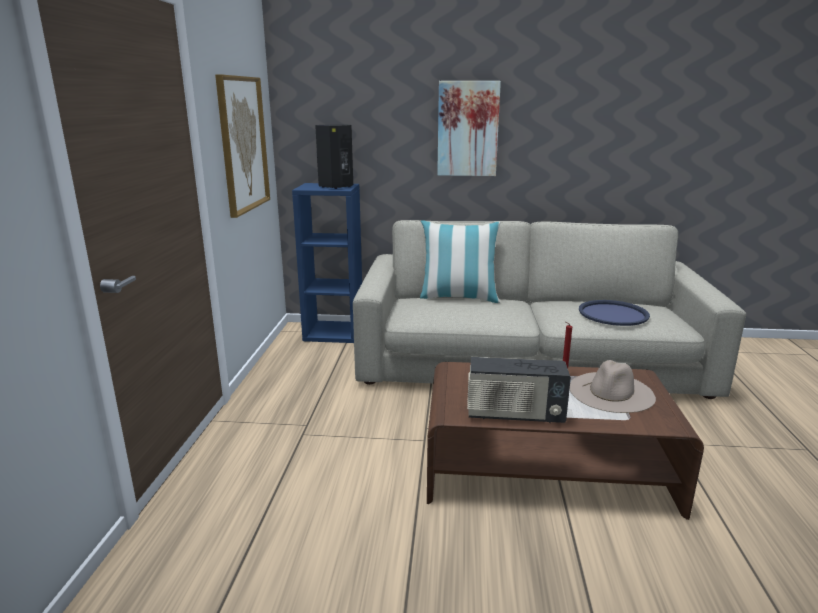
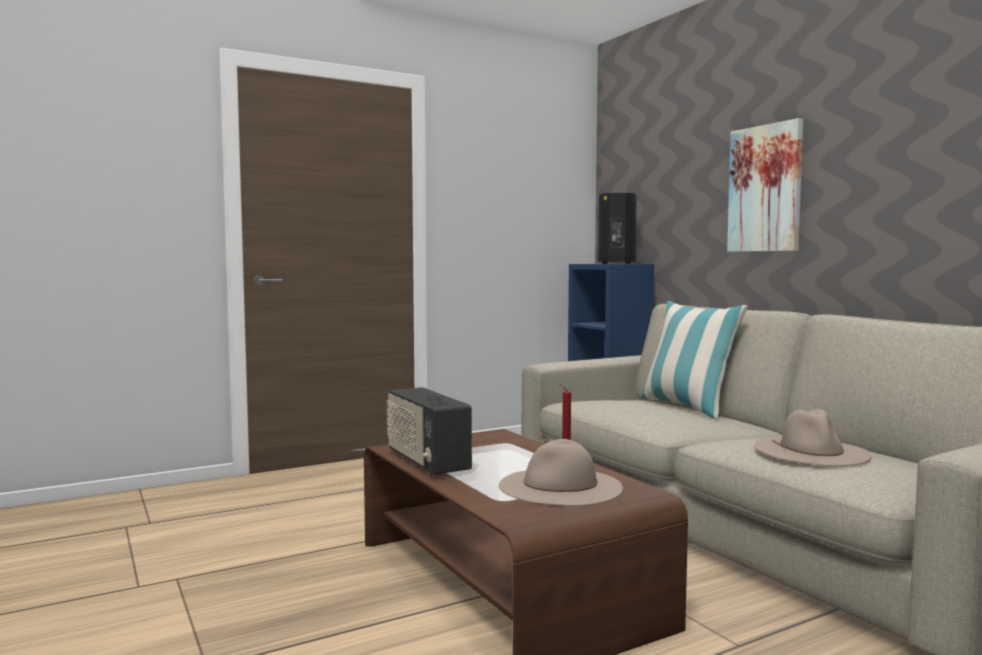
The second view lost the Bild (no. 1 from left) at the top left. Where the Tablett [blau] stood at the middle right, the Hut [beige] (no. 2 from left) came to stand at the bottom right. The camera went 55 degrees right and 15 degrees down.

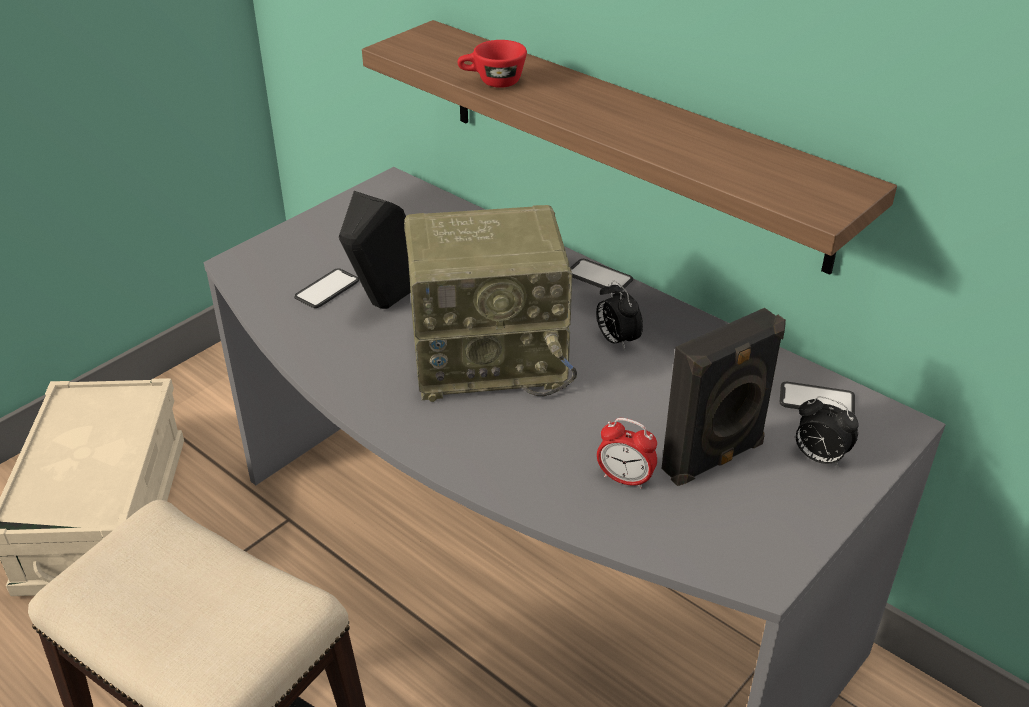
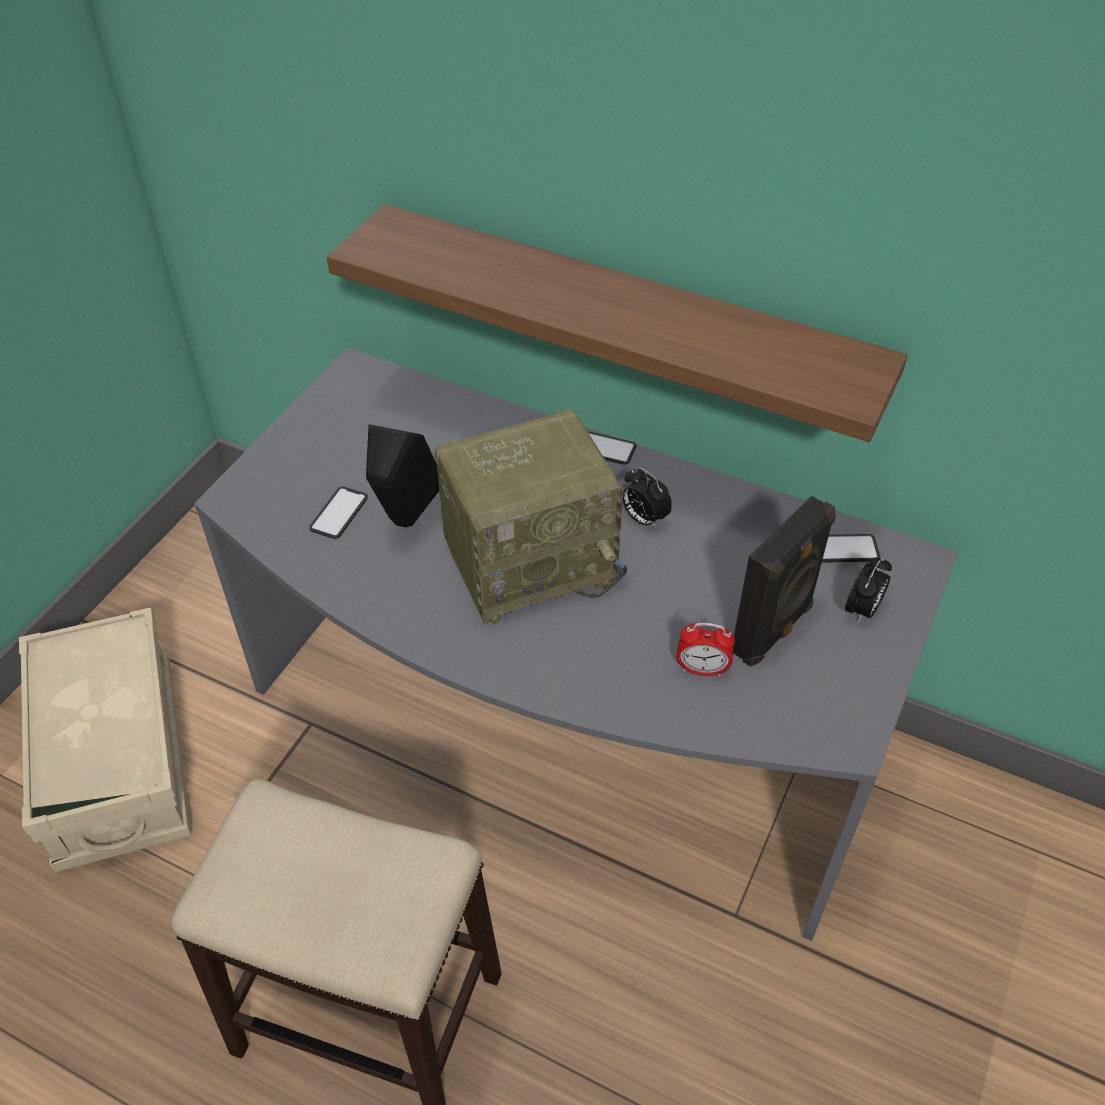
The second view lost the Tasse [rot] at the top centre. The Wecker (no. 3 from left) at the middle right ended up facing another way, 75 degrees counterclockwise from before. The camera went 15 degrees left and 10 degrees up.

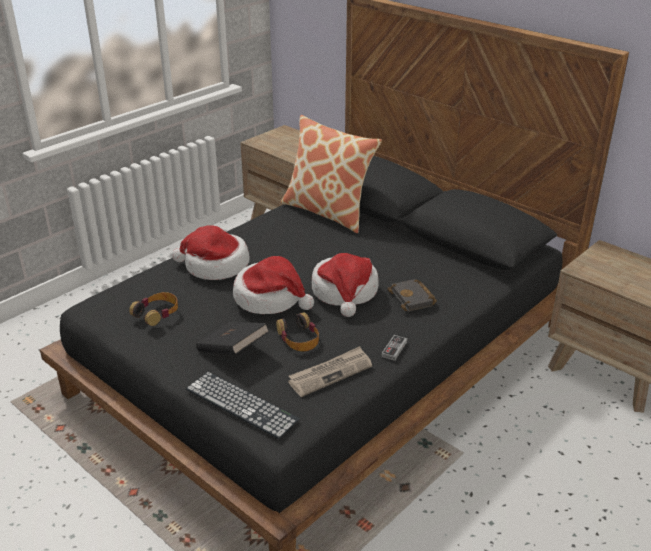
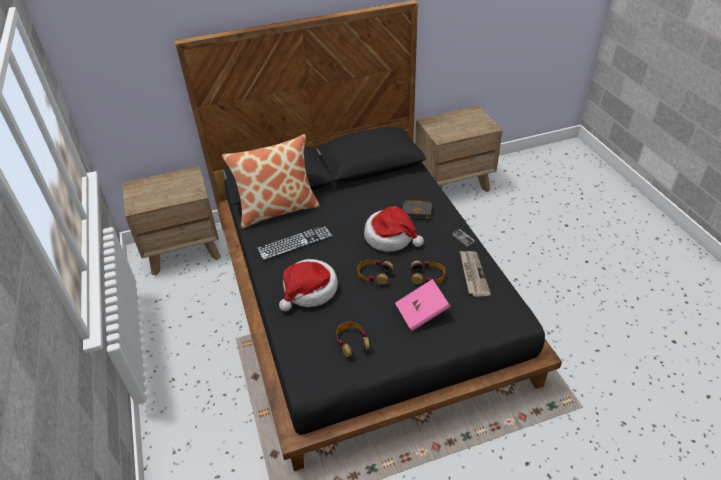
The Tastatur ended up elsewhere, having gone from the bottom centre to the centre. Where the Hut (no. 2 from left) stood at the centre, the Kopfhörer (no. 2 from left) came to stand at the centre. What was the Buch [schwarz] (no. 1 from left) at the centre turned into the Buch [rosa] at the centre. The camera went 60 degrees left and 10 degrees up.

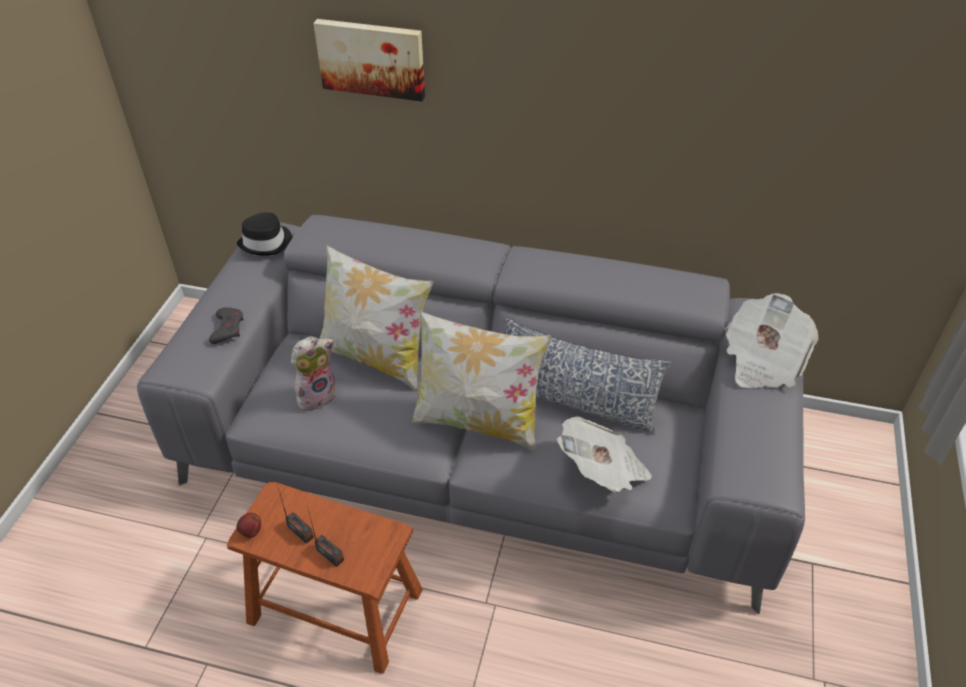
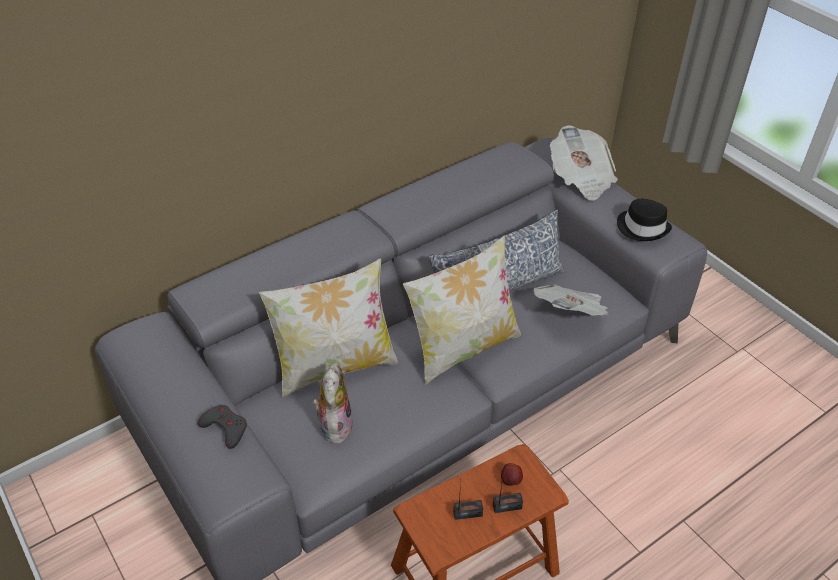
The second view lost the Bild at the top centre. The Hut [schwarz] ended up elsewhere, having gone from the middle left to the middle right. The Apfel ended up elsewhere, having gone from the bottom left to the bottom centre. The camera went 50 degrees left and 0 degrees up.

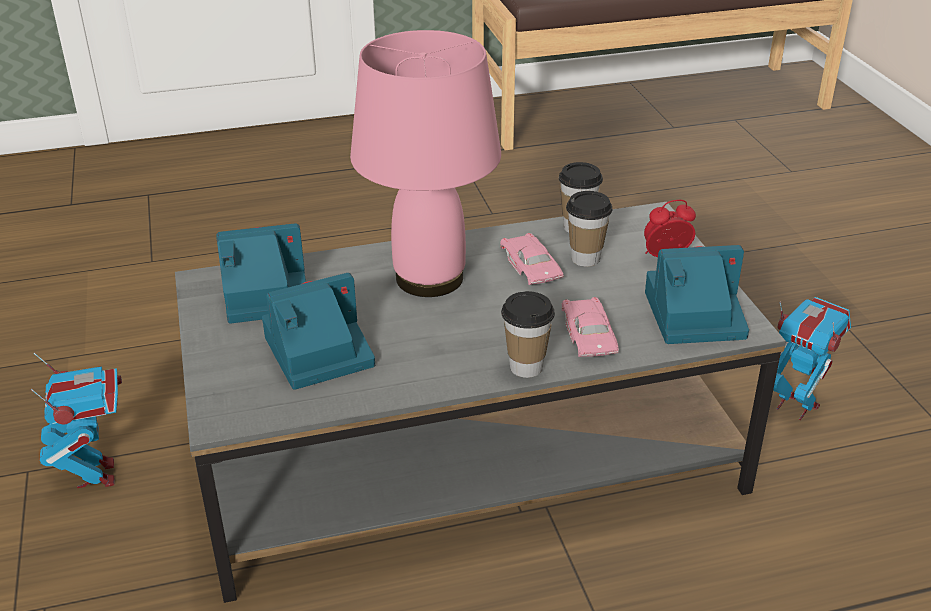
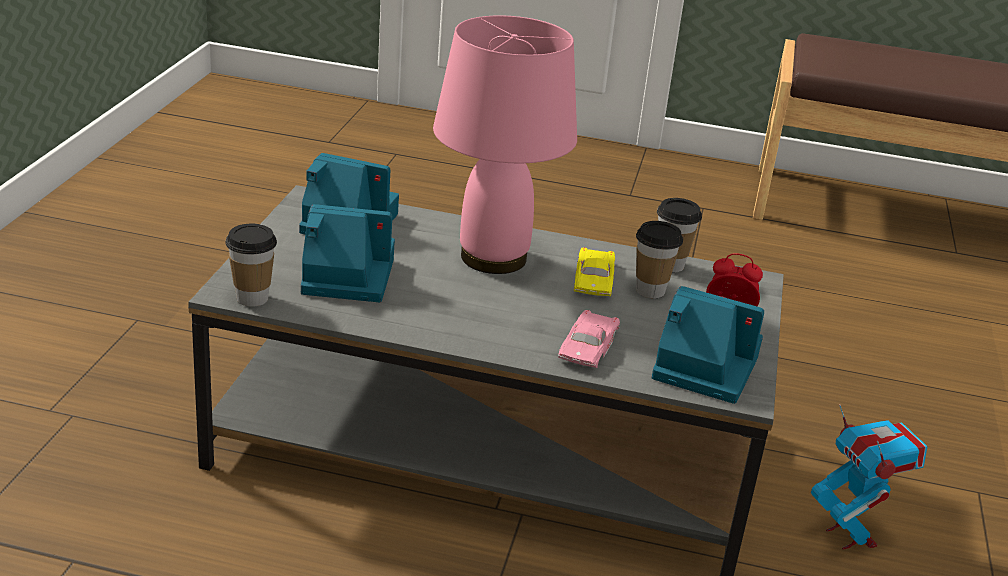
The second view lost the Spielzeugroboter (no. 1 from left) at the bottom left. The Tasse (no. 1 from left) ended up elsewhere, having gone from the centre to the middle left. What was the Spielzeugauto [rosa] (no. 1 from left) at the centre turned into the Spielzeugauto [gelb] at the centre. The camera went 25 degrees right and 5 degrees down.

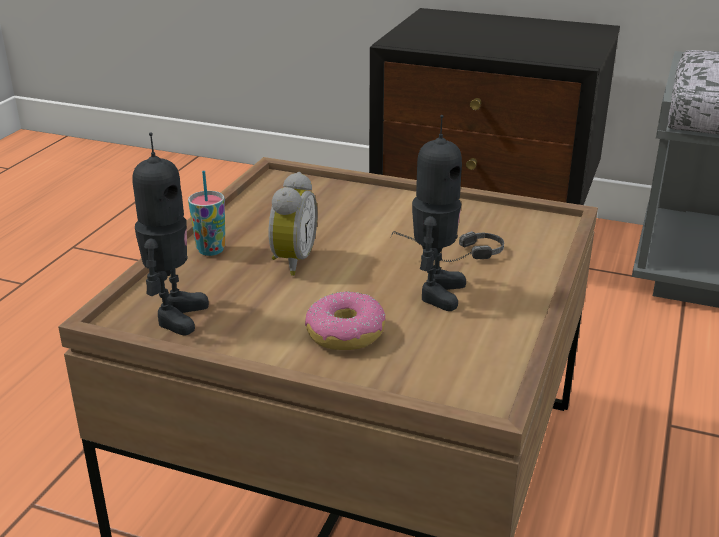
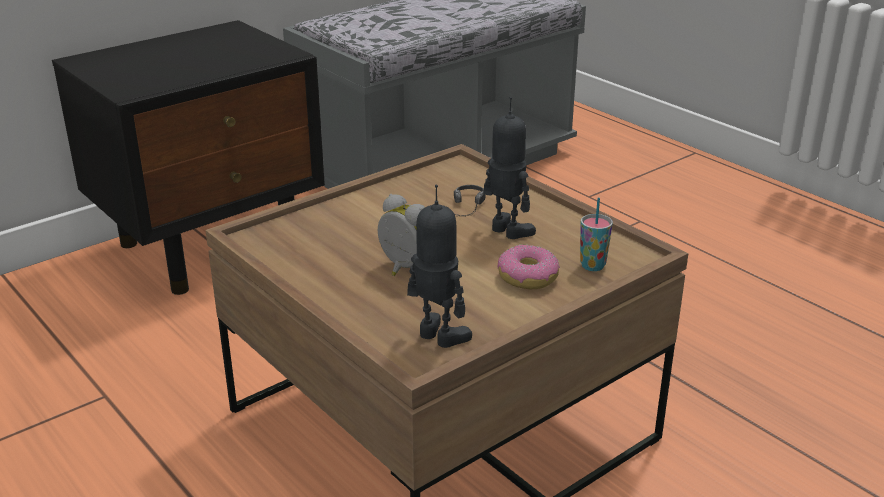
The Tasse ended up elsewhere, having gone from the middle left to the middle right. The camera went 60 degrees left and 0 degrees up.

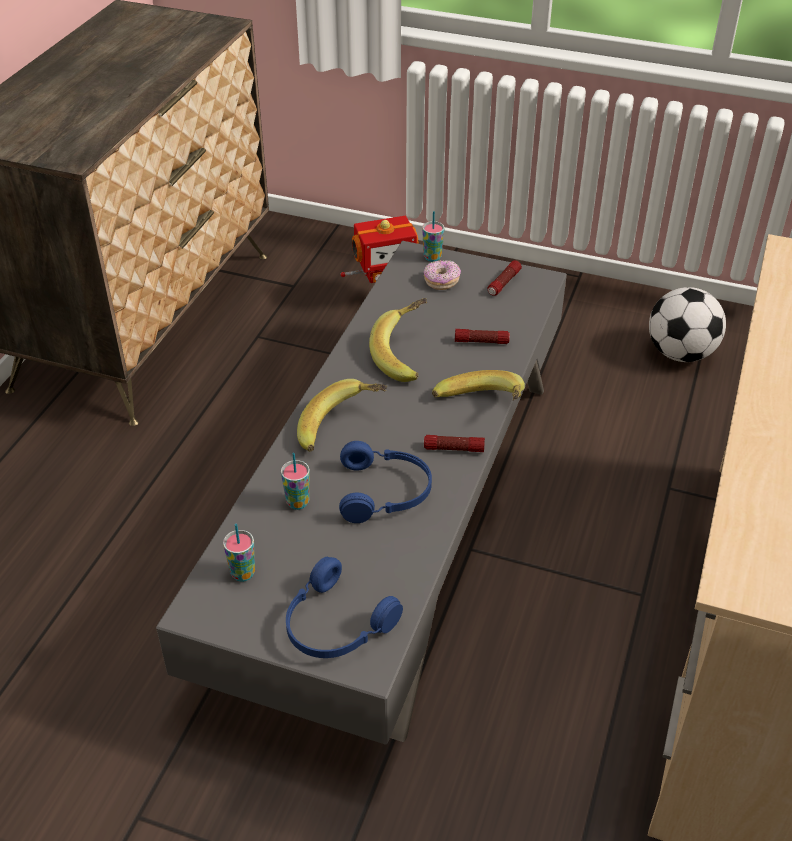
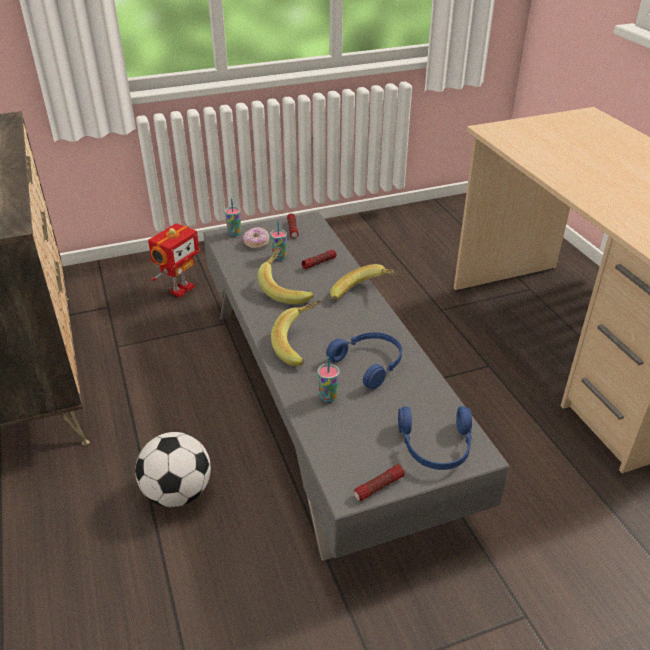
The Tasse (no. 1 from left in the first image) ended up elsewhere, having gone from the middle left to the centre. The Taschenlampe (no. 1 from left in the first image) ended up elsewhere, having gone from the centre to the bottom centre. The Fußball ended up elsewhere, having gone from the middle right to the bottom left. The camera went 40 degrees left and 5 degrees down.

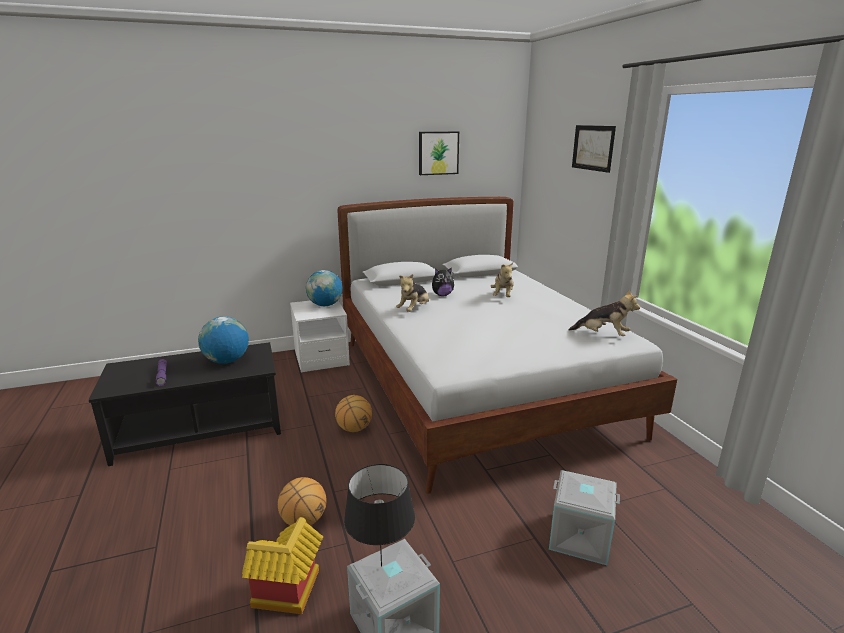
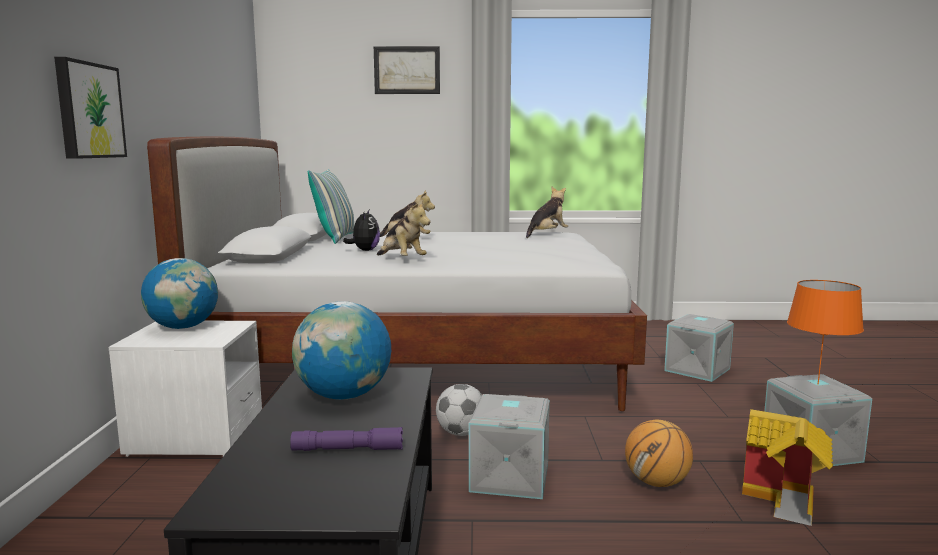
The second view gained the Kissen at the centre. The second view gained the Aufbewahrungsbox [grau] (no. 1 from left) at the bottom centre. The Bild (no. 1 from left) ended up elsewhere, having gone from the top centre to the top left. Where the Basketball (no. 2 from left) stood at the centre, the Fußball came to stand at the bottom centre. What was the Tischlampe [schwarz] at the bottom centre turned into the Tischlampe [orange] at the middle right. The camera went 70 degrees left and 10 degrees down.

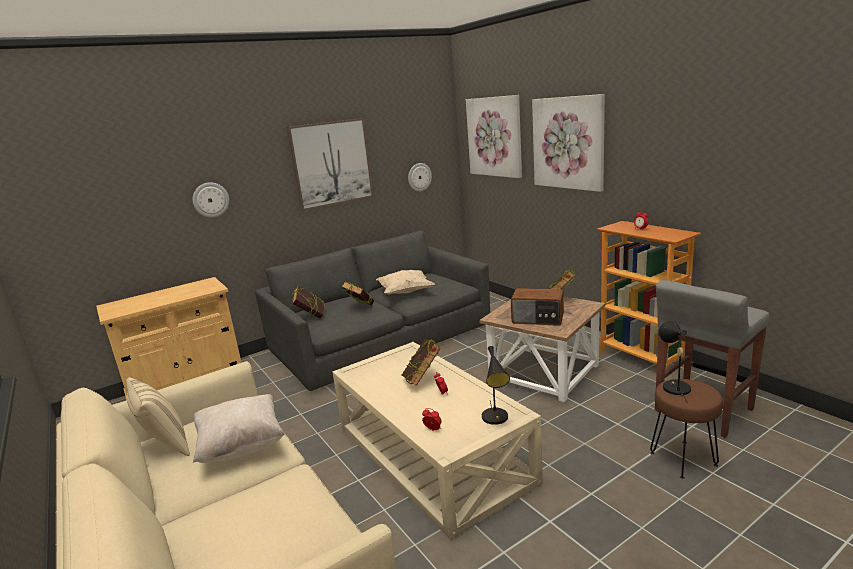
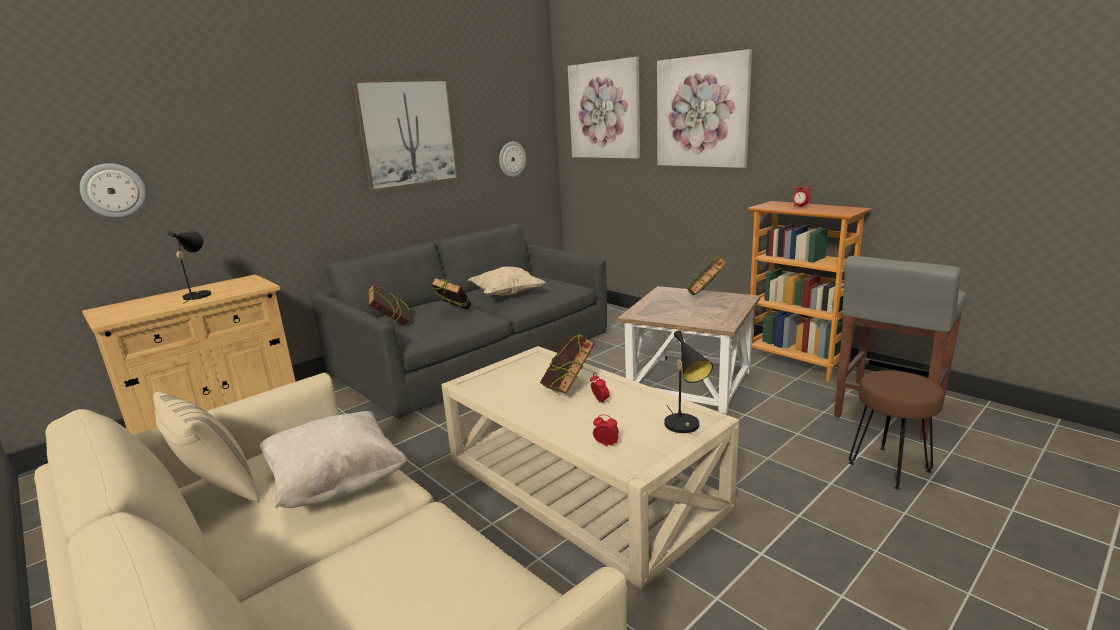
The second view lost the Radio at the centre. The Wanduhr (no. 1 from left) ended up elsewhere, having gone from the middle left to the top left. The Tischlampe [schwarz] (no. 2 from left in the first image) ended up elsewhere, having gone from the middle right to the middle left. The camera went 10 degrees left and 0 degrees up.

